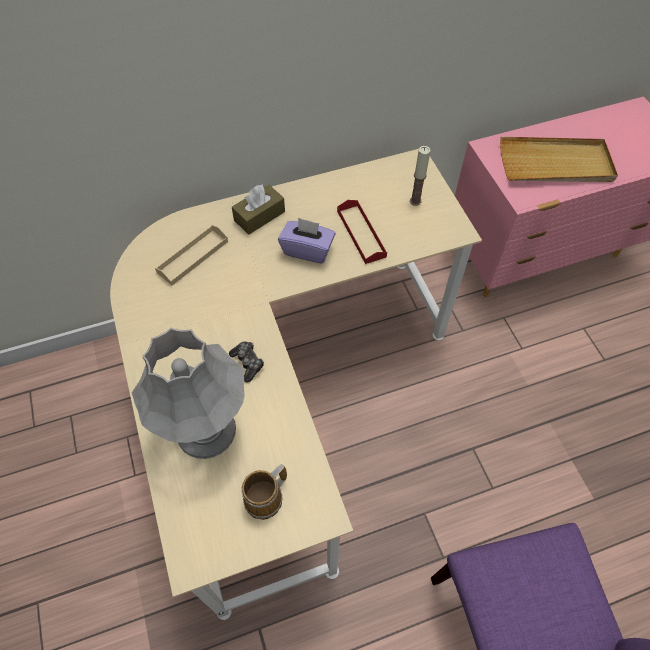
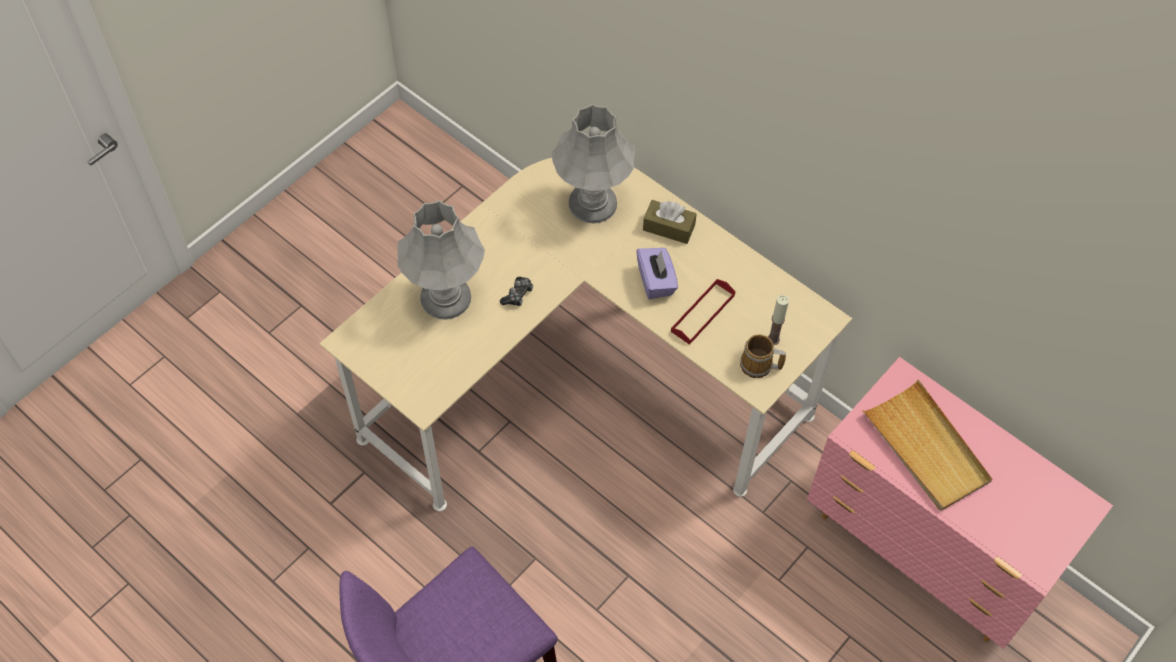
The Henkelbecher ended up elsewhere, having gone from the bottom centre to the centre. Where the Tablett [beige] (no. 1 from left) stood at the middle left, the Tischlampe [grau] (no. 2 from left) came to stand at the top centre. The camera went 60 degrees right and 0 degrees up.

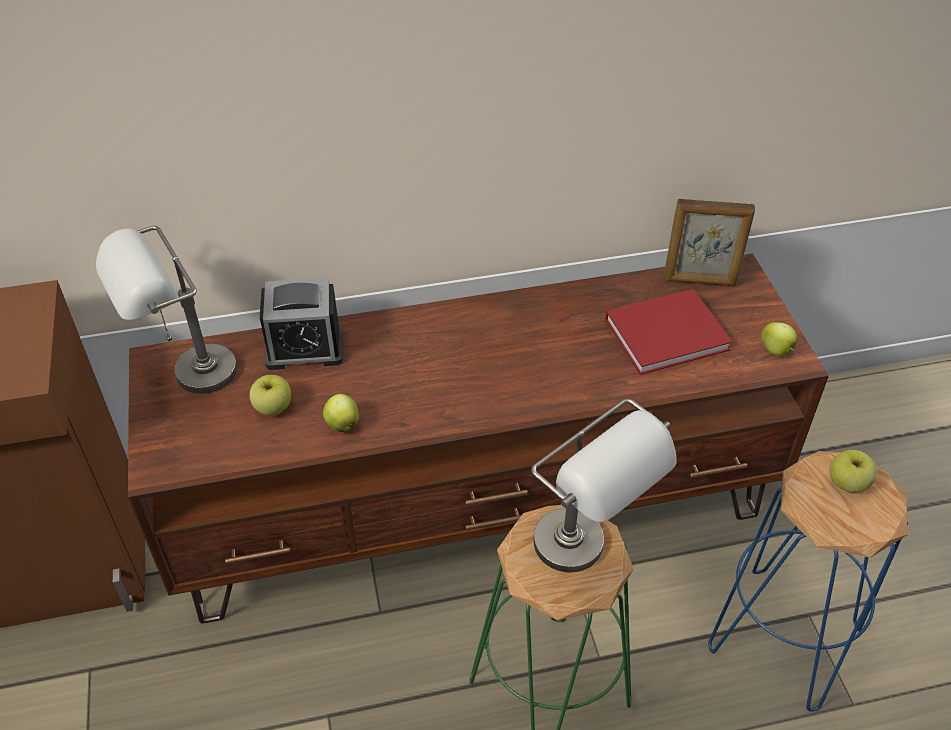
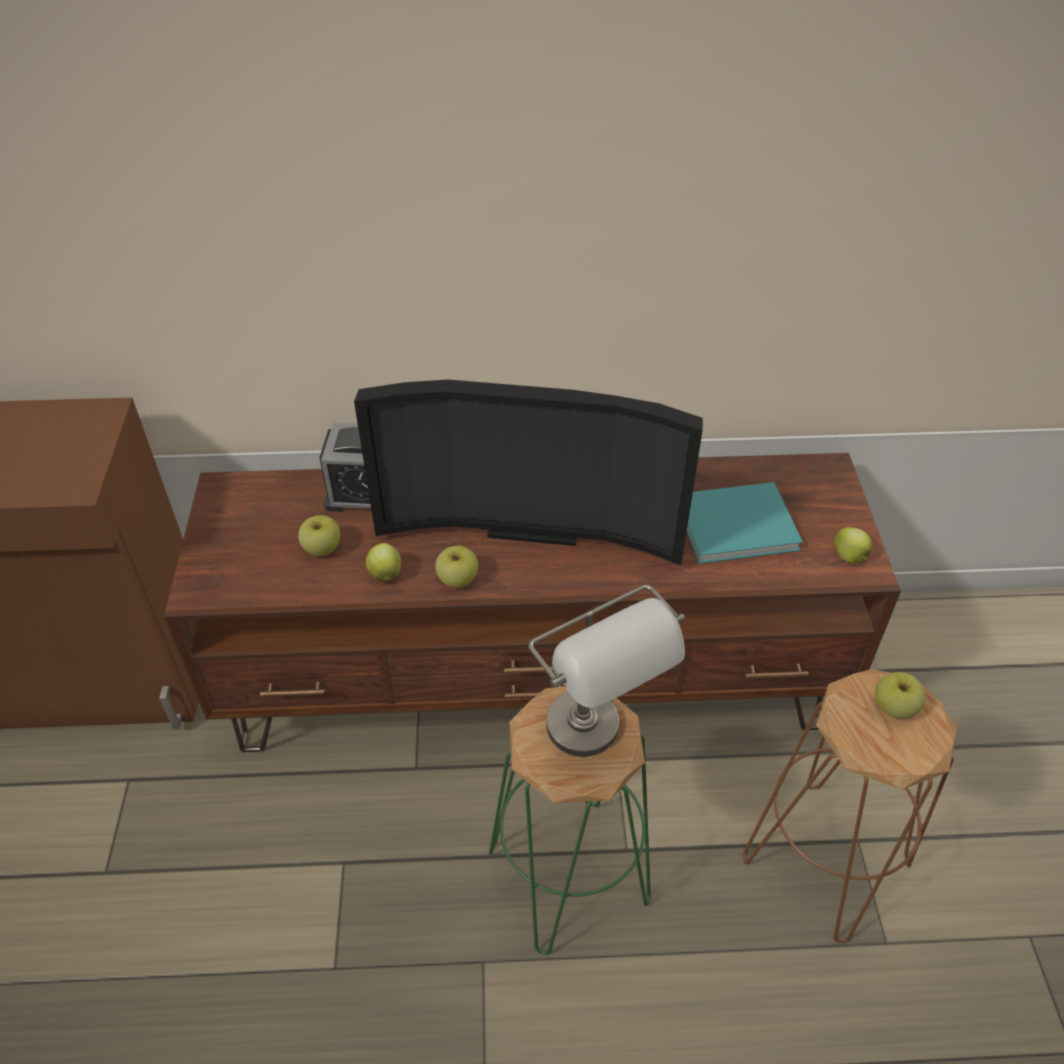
The second view lost the Tischlampe [grau] (no. 1 from left) at the middle left. The second view lost the Bilderrahmen at the top right. The second view gained the Fernseher at the centre. The second view gained the Apfel (no. 3 from left) at the centre. What was the Buch [rot] at the middle right turned into the Buch [türkis] at the middle right. What was the Hocker [blau] at the bottom right turned into the Hocker [braun] at the bottom right. The camera went 10 degrees right and 0 degrees up.

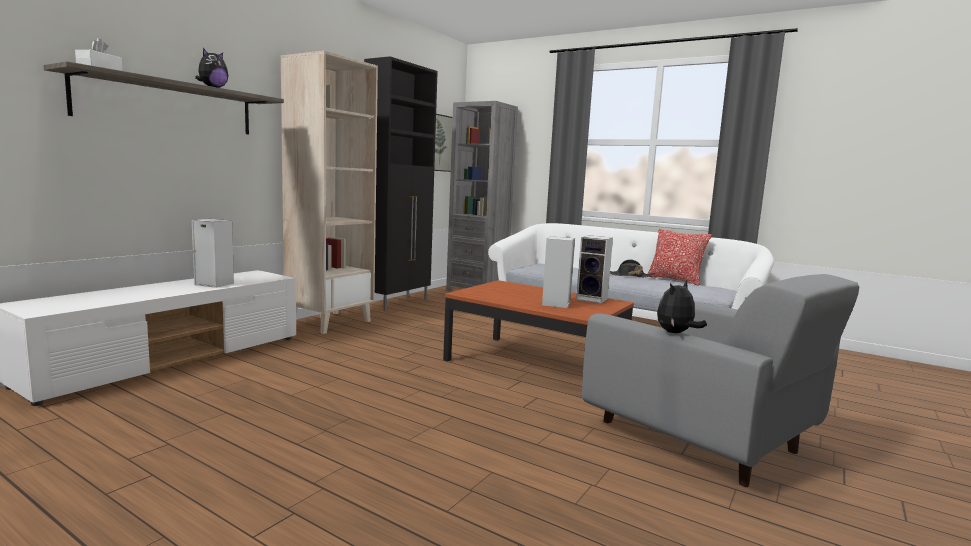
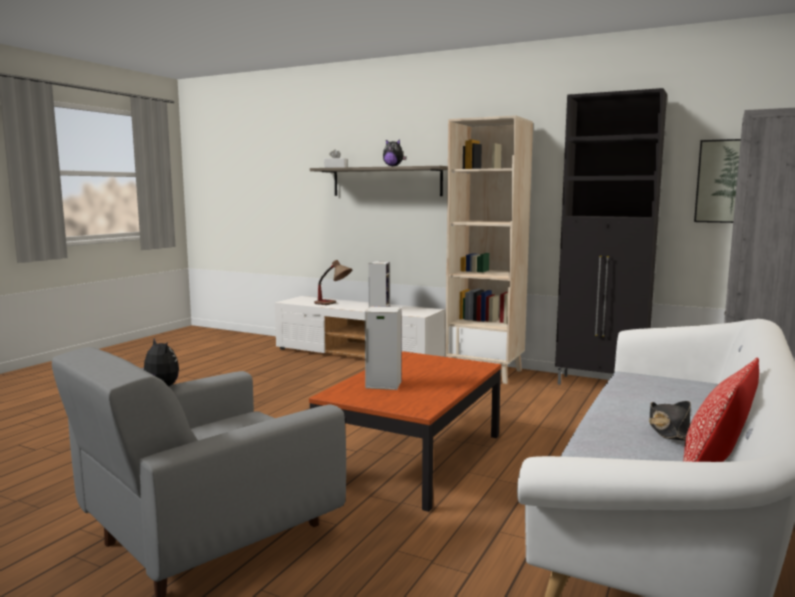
The second view lost the Lautsprecher (no. 3 from left) at the centre. The second view gained the Tischlampe at the centre. The camera went 85 degrees right and 0 degrees up.

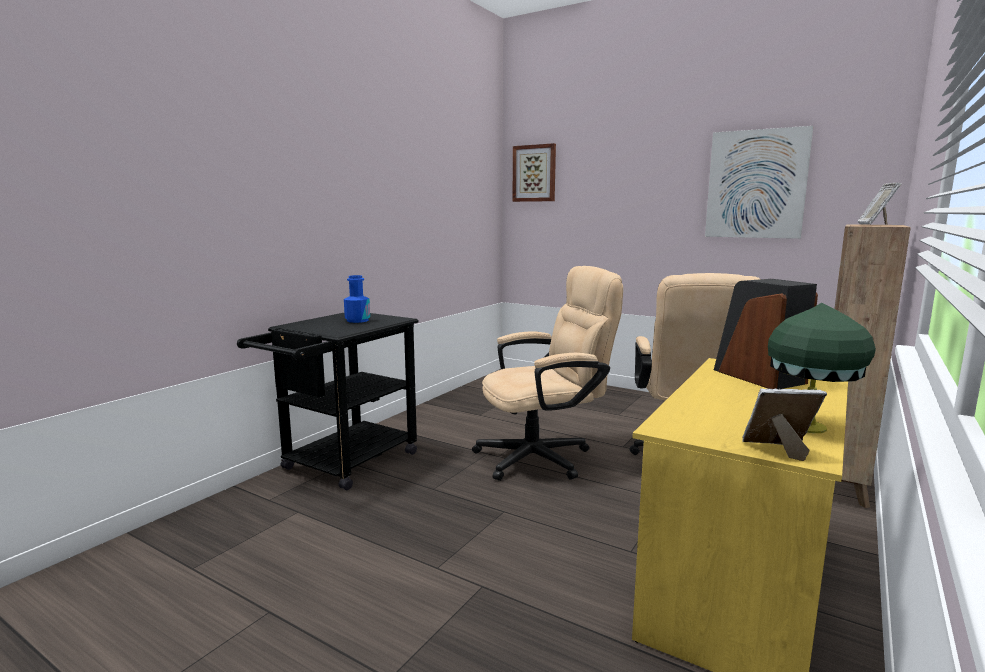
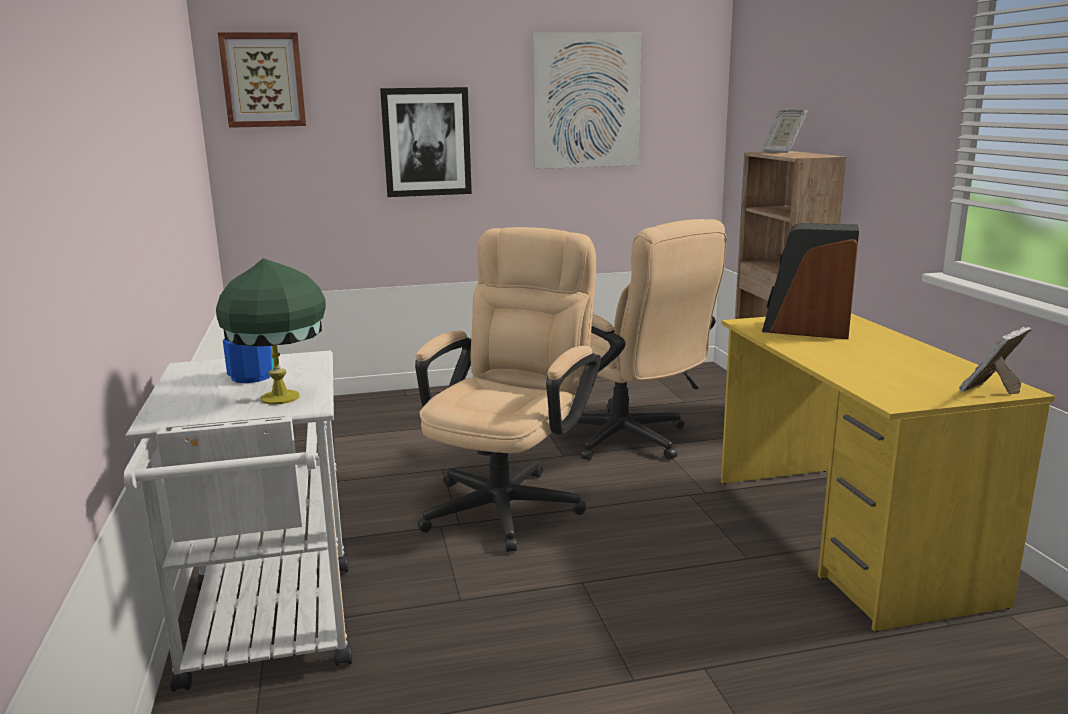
The second view gained the Bild (no. 2 from left) at the top centre. The Tischlampe [grün] ended up elsewhere, having gone from the middle right to the middle left. What was the Rollwagen [schwarz] at the middle left turned into the Rollwagen [weiß] at the bottom left. The camera went 45 degrees left and 5 degrees up.

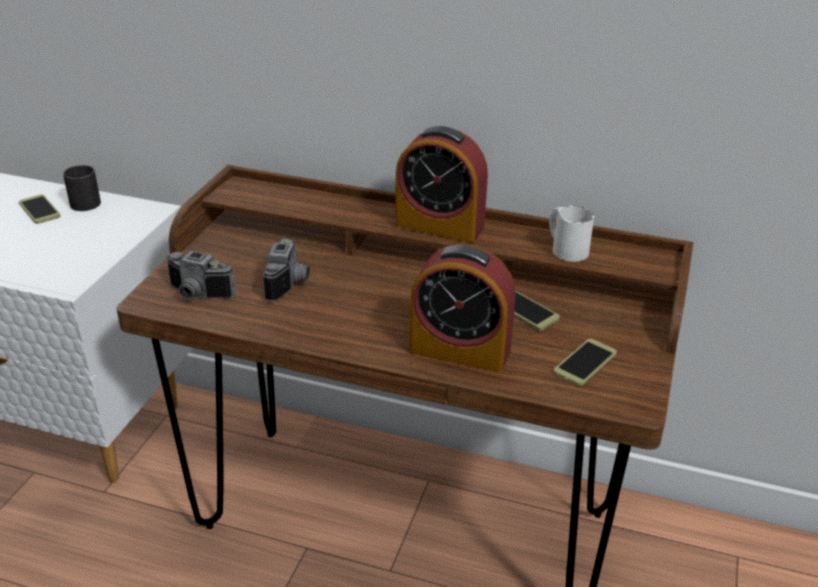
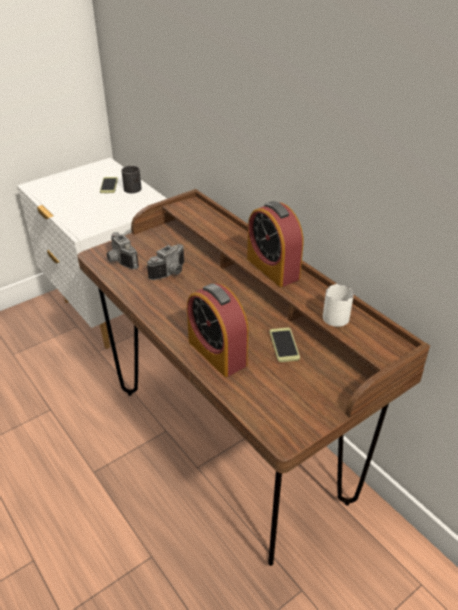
The second view lost the Handy (no. 3 from left) at the middle right. The camera went 35 degrees right and 5 degrees up.

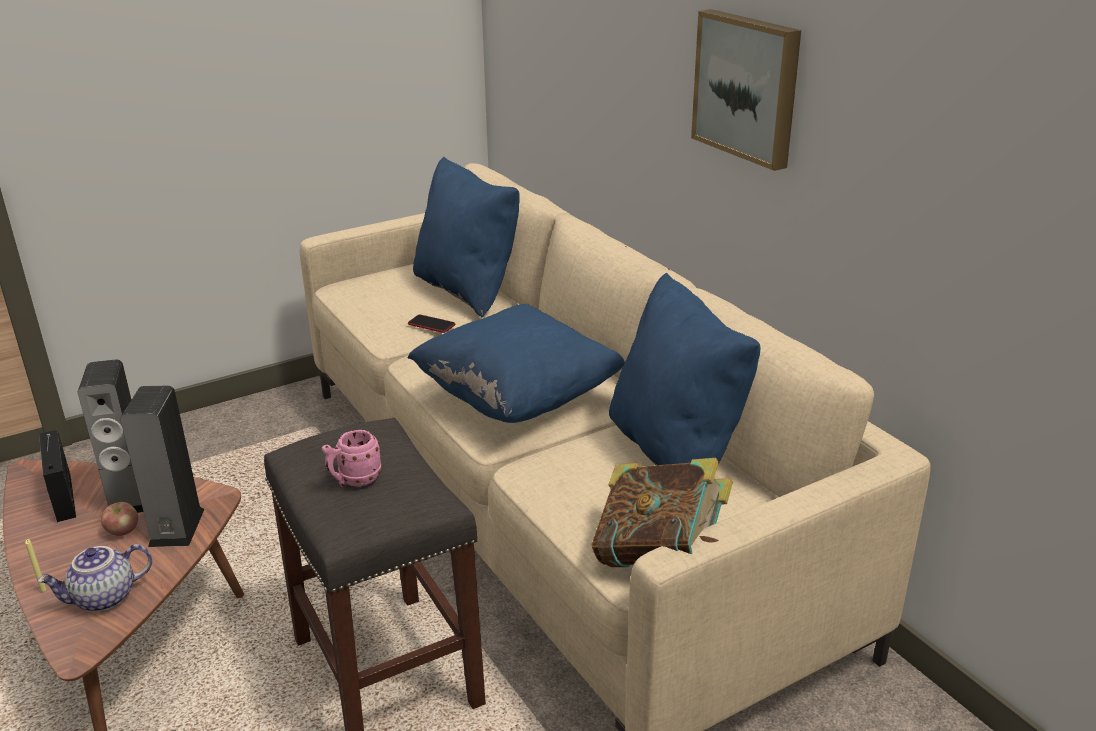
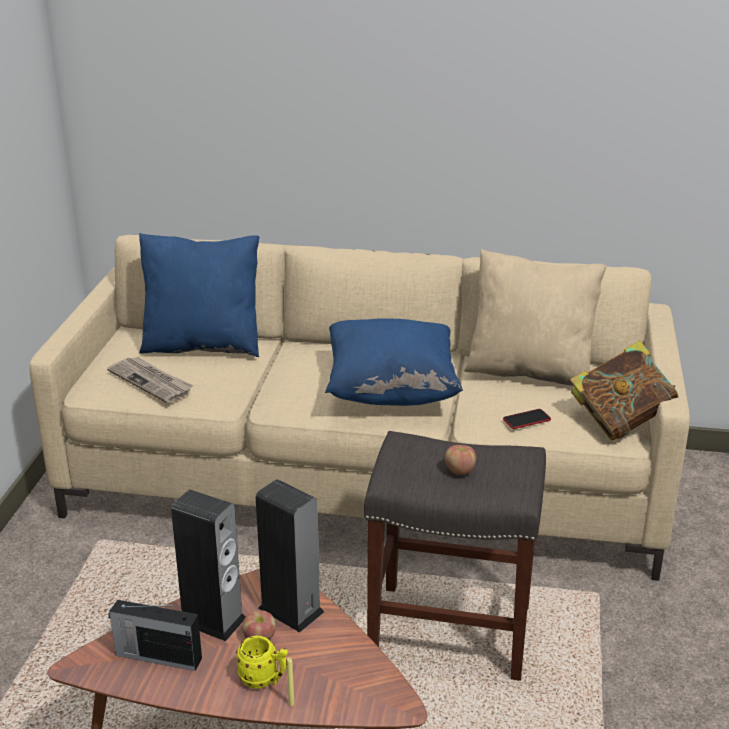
The second view lost the Teekanne at the bottom left. The second view lost the Bild at the top right. The second view gained the Zeitung at the middle left. The second view gained the Henkelbecher [gelb] at the bottom centre. The Handy ended up elsewhere, having gone from the centre to the middle right. Where the Henkelbecher [rosa] stood at the middle left, the Apfel (no. 2 from left) came to stand at the centre. What was the Kissen [blau] (no. 3 from left) at the centre turned into the Kissen [beige] at the middle right. The camera went 50 degrees left and 0 degrees up.

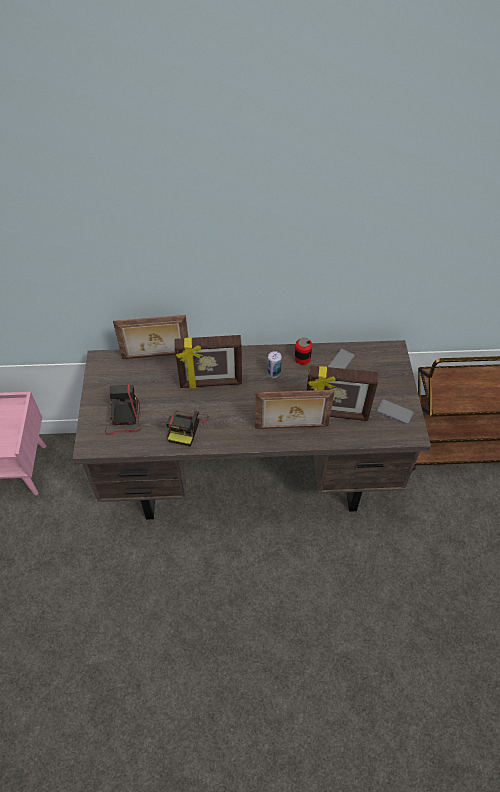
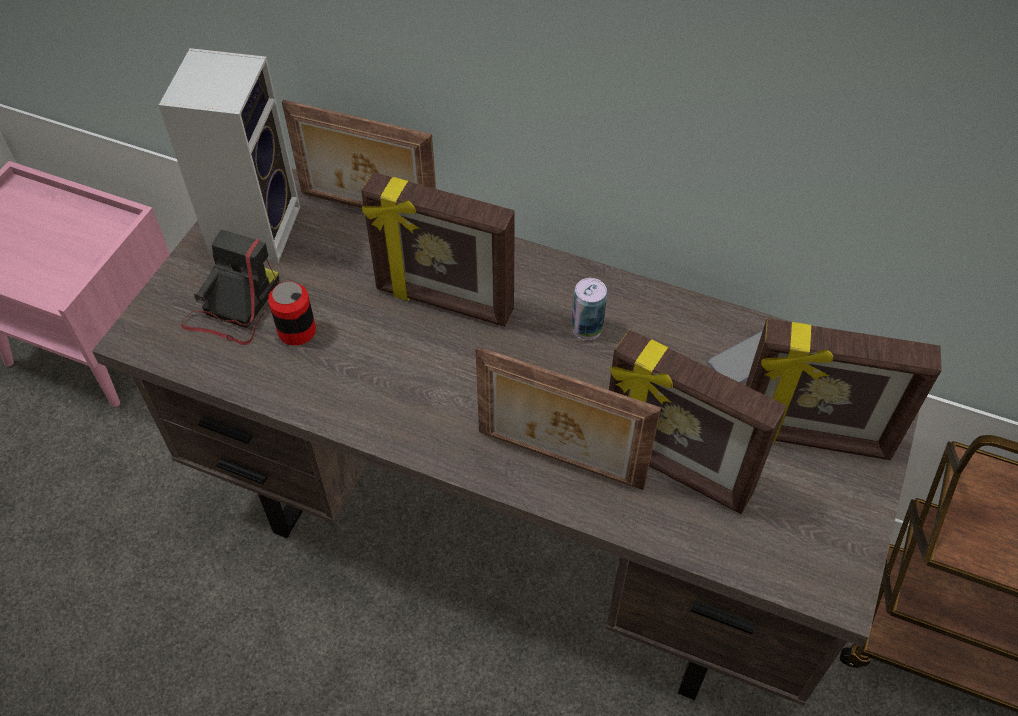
The second view lost the Kamera (no. 2 from left) at the centre. The second view lost the Handy (no. 2 from left) at the middle right. The second view gained the Lautsprecher at the top left. The second view gained the Bilderrahmen (no. 5 from left) at the middle right. The Dose (no. 2 from left in the first image) ended up elsewhere, having gone from the centre to the middle left. The camera went 25 degrees right and 0 degrees up.

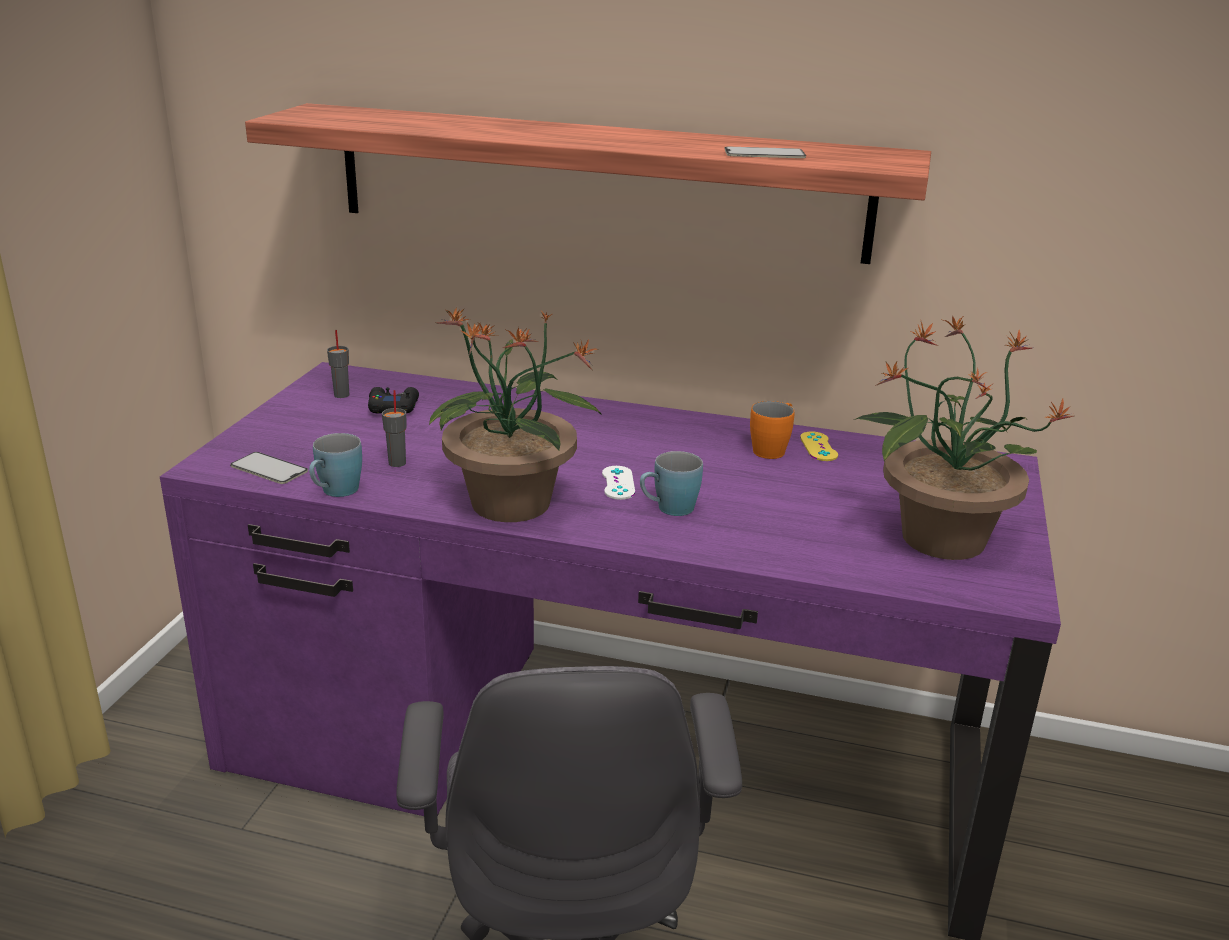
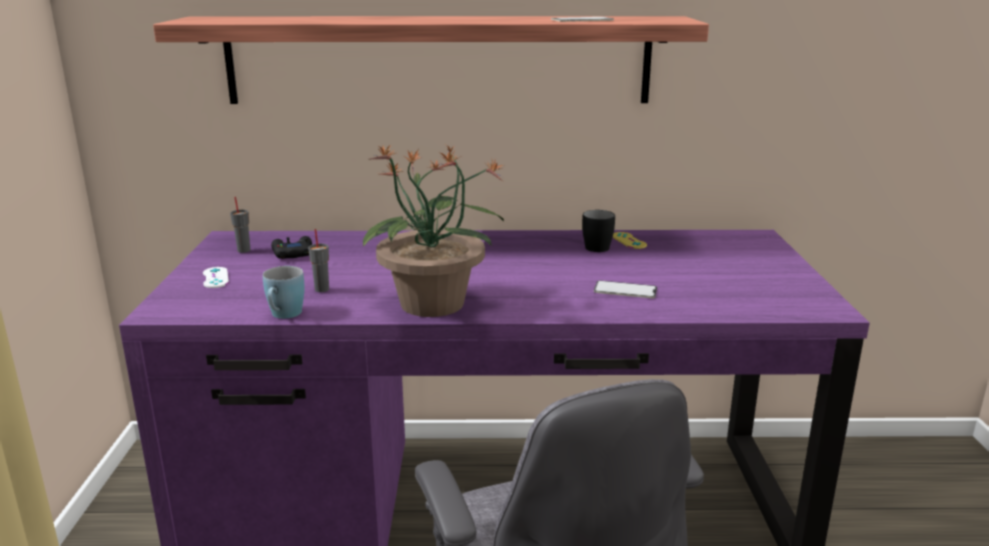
The second view lost the Henkelbecher [blau] (no. 2 from left) at the centre. The second view lost the Topfpflanze (no. 2 from left) at the middle right. The Handy (no. 1 from left in the first image) ended up elsewhere, having gone from the middle left to the centre. The Gamepad [weiß] ended up elsewhere, having gone from the centre to the middle left. What was the Henkelbecher [orange] at the centre turned into the Henkelbecher [schwarz] at the centre. The camera went 15 degrees left and 5 degrees down.

